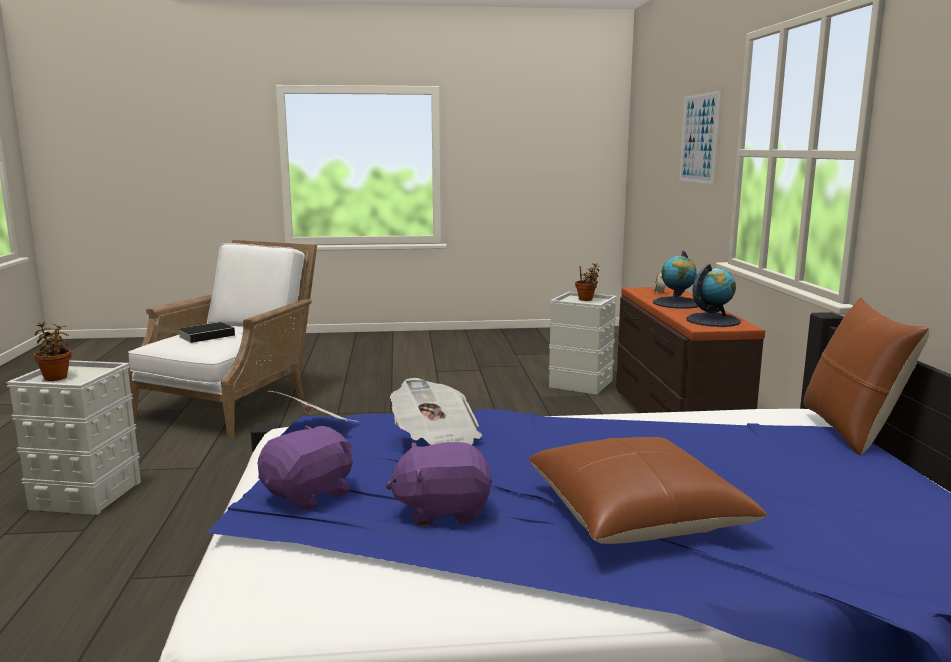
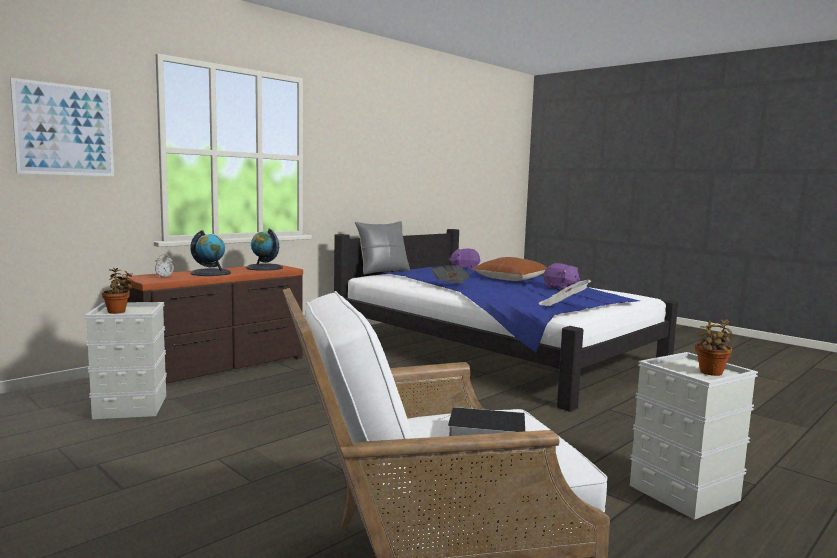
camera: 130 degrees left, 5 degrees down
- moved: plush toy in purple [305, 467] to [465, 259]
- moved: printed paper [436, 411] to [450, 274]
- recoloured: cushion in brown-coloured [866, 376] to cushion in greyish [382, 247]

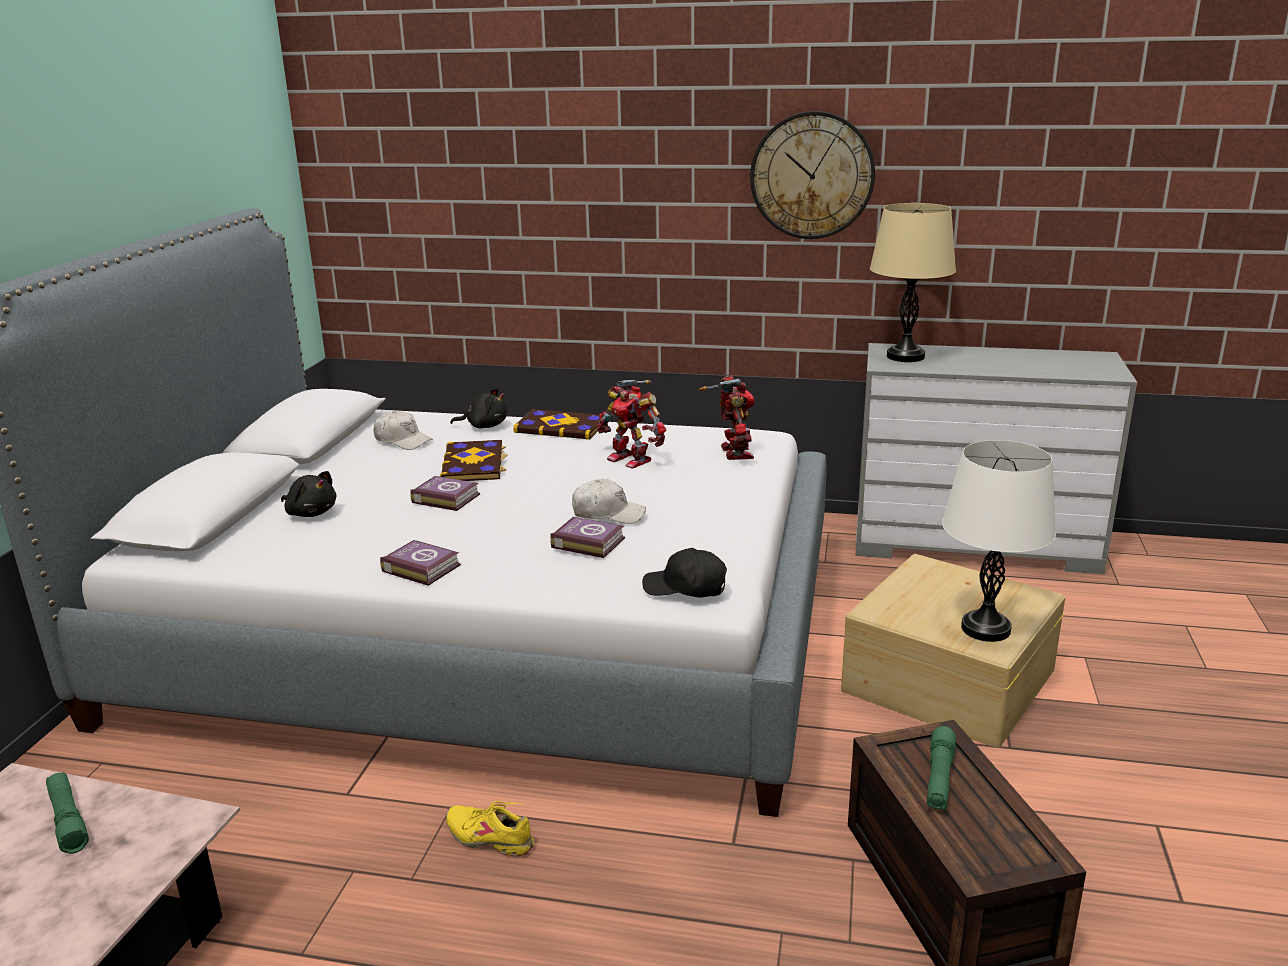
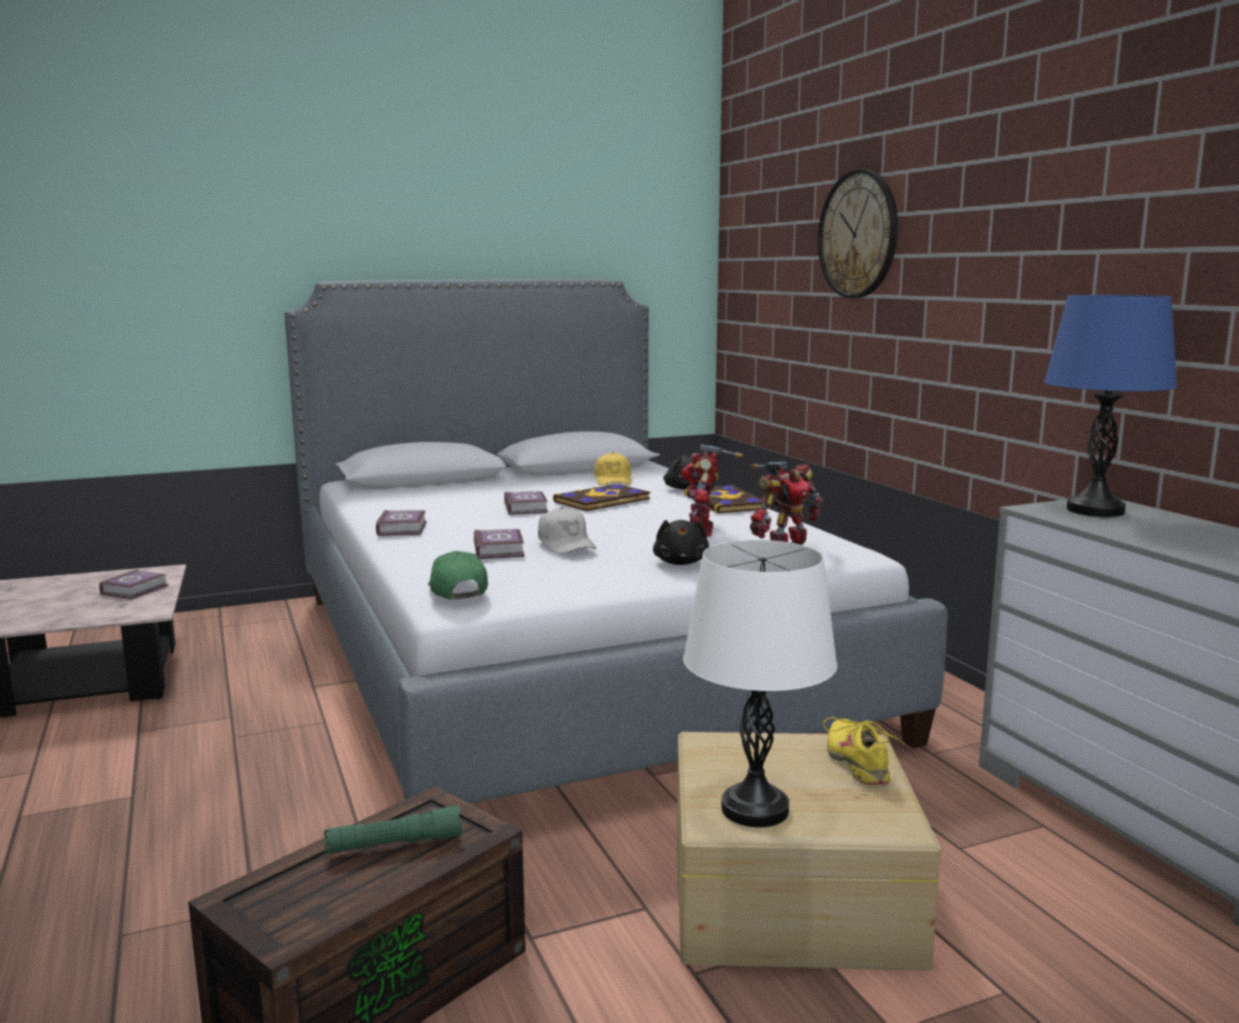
camera: 55 degrees right, 10 degrees down
- replaced: flashlight in green [67, 813] to volume [134, 584]
- moved: plush toy in blackish [308, 494] to [681, 542]
- recoloured: cap in white [403, 430] to cap in yellowish [612, 468]
- moved: low shoe in yellowish [490, 828] to [864, 751]
- recoloured: cap in blackish [684, 573] to cap in green [458, 575]
- moved: clock on the wall [812, 175] to [858, 233]
- recoloured: lamp for a table in beige [913, 282] to lamp for a table in blue-coloured [1110, 406]

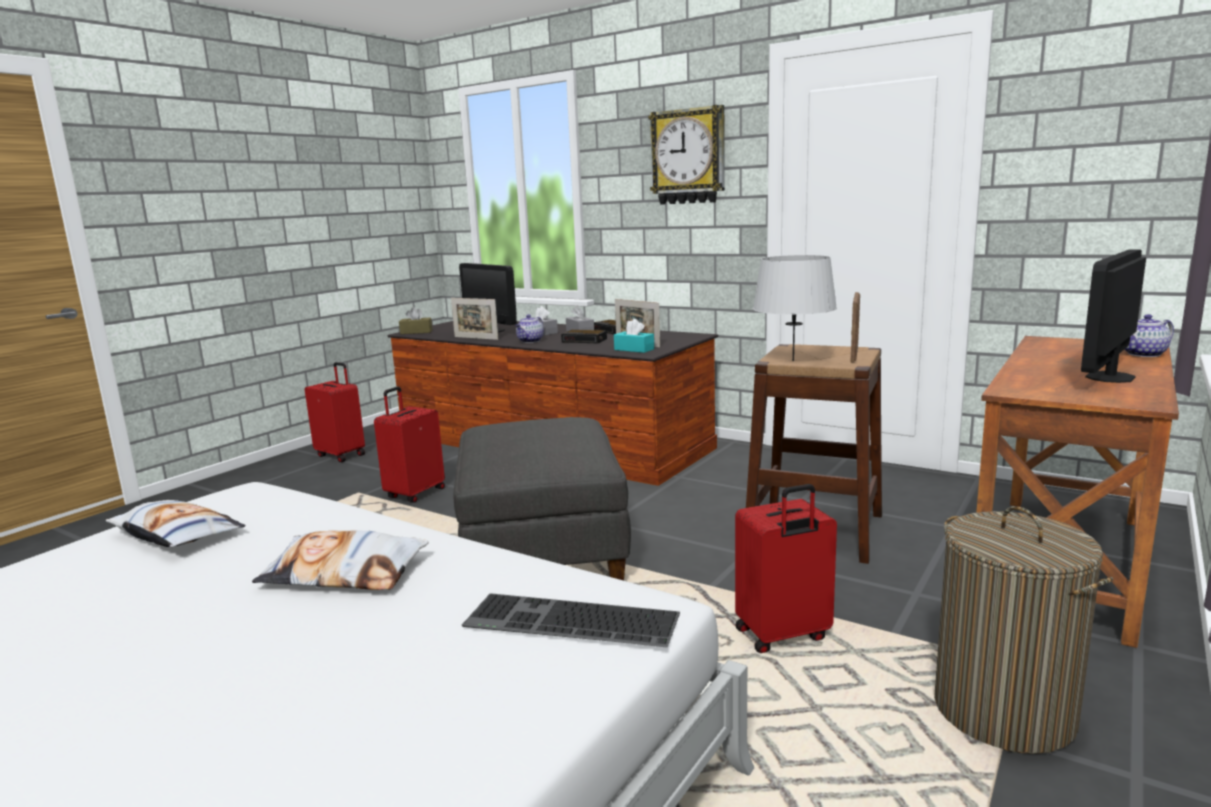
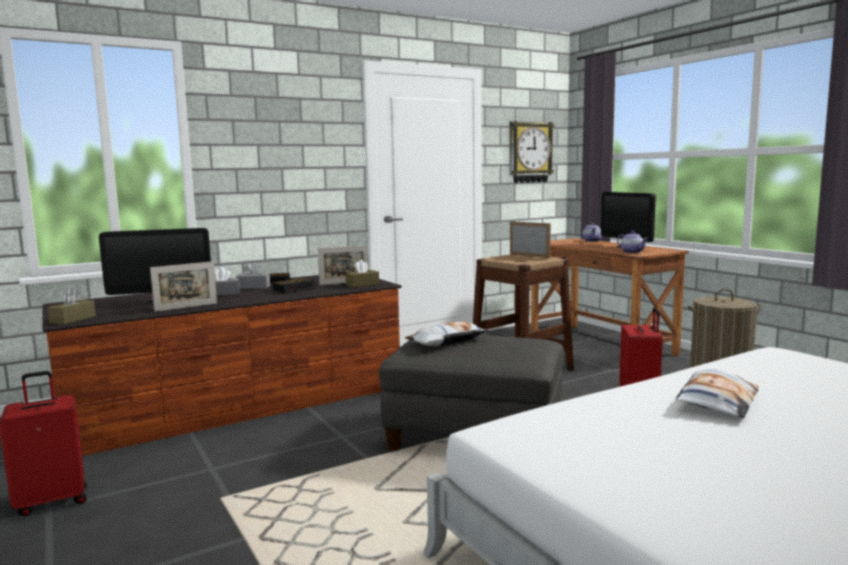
camera: 65 degrees left, 5 degrees down
- moved: cushion [176, 523] to [447, 334]
- removed: suitcase in red [409, 445]
- removed: PC keyboard [571, 620]
- moved: pot for tea [529, 328] to [632, 242]
- recoloured: tissue holder in turquoise-coloured [634, 336] to tissue holder in brown-coloured [362, 274]
- moved: clock on the wall [686, 154] to [531, 152]
- removed: lamp for a table in greyish [795, 308]

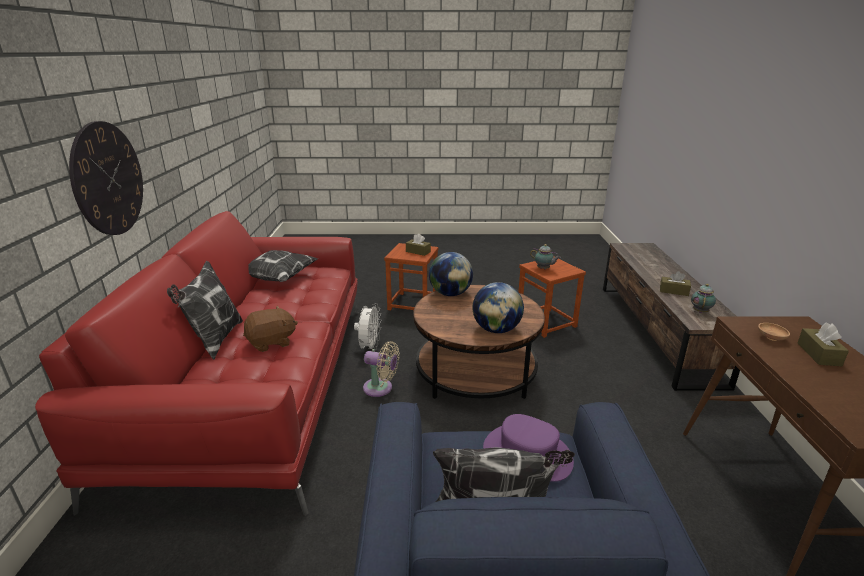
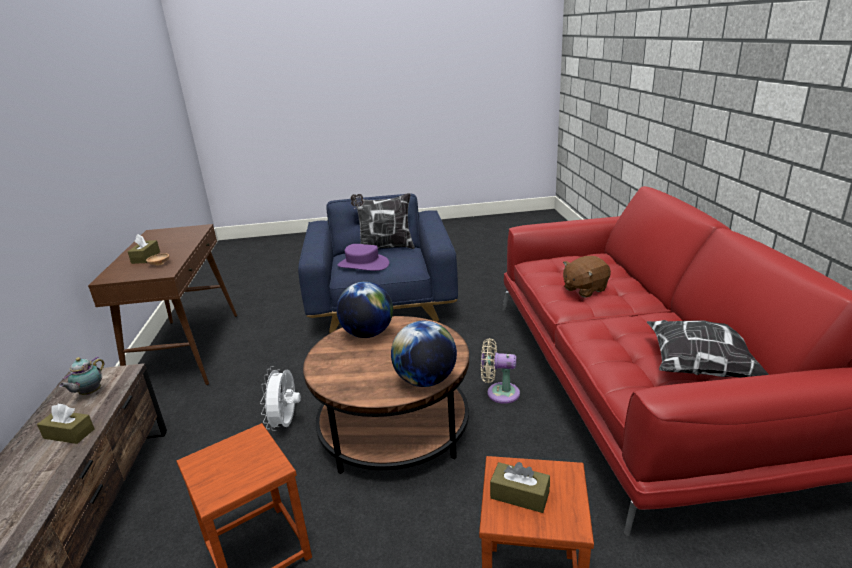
camera: 175 degrees right, 0 degrees up
- removed: clock on the wall [106, 178]
- removed: cushion [205, 310]
- moved: cooling fan in white [368, 327] to [280, 398]
- removed: pot for tea [545, 256]

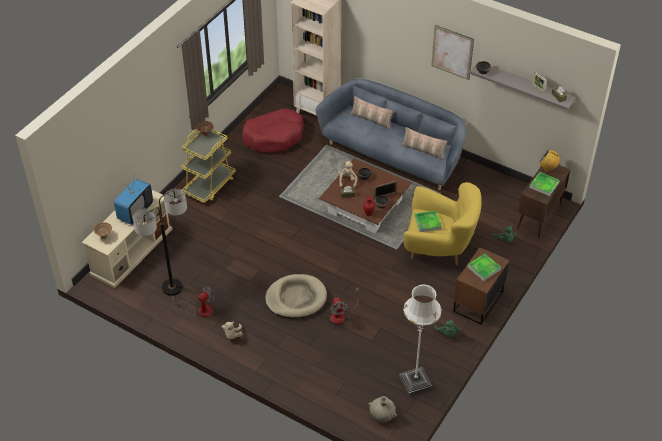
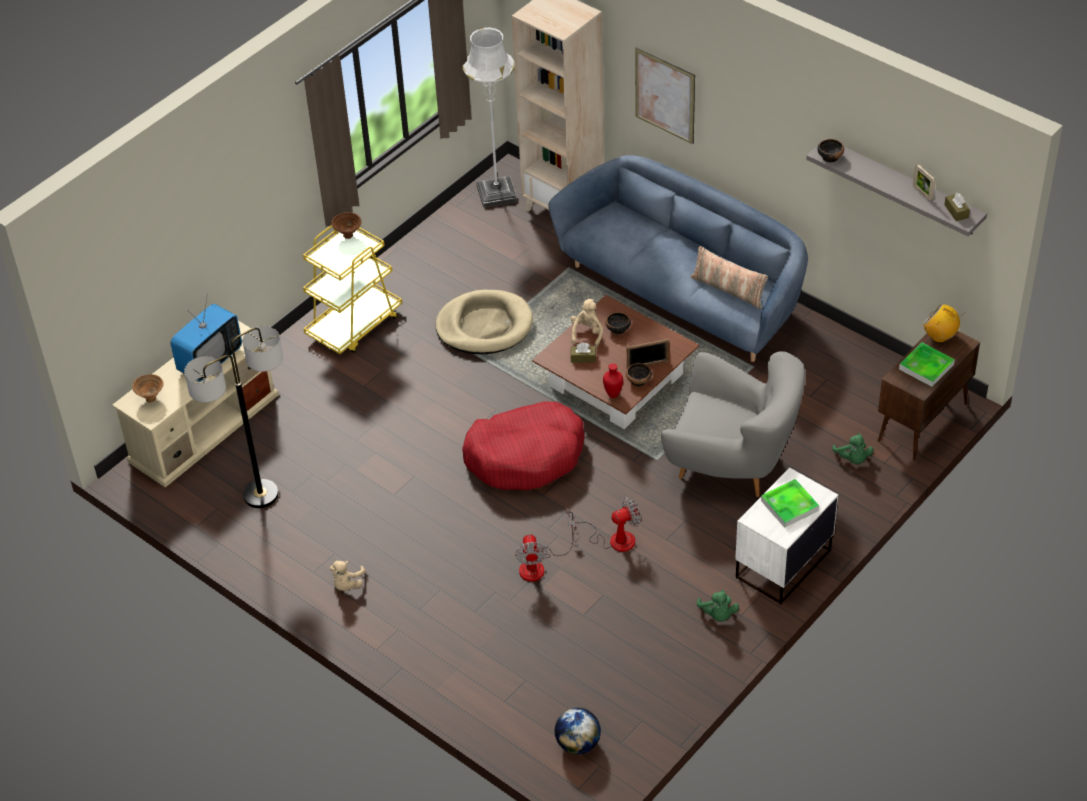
camera: 10 degrees right, 0 degrees up
- moved: cooling fan [193, 301] to [603, 524]
- moved: dog cushion in red [273, 130] to [523, 446]
- moved: dog cushion in beige [296, 296] to [484, 322]
- removed: cushion [371, 112]
- replaced: flower vase in beige [382, 409] to globe [578, 731]
- moved: standard lamp in white [420, 339] to [490, 117]
- recoloured: easy chair in yellowish [442, 224] to easy chair in greyish [733, 424]
- removed: tray [428, 221]
- moved: wall picture [452, 52] to [665, 96]
- recoloured: night table in brown-coloured [481, 286] to night table in white [786, 535]

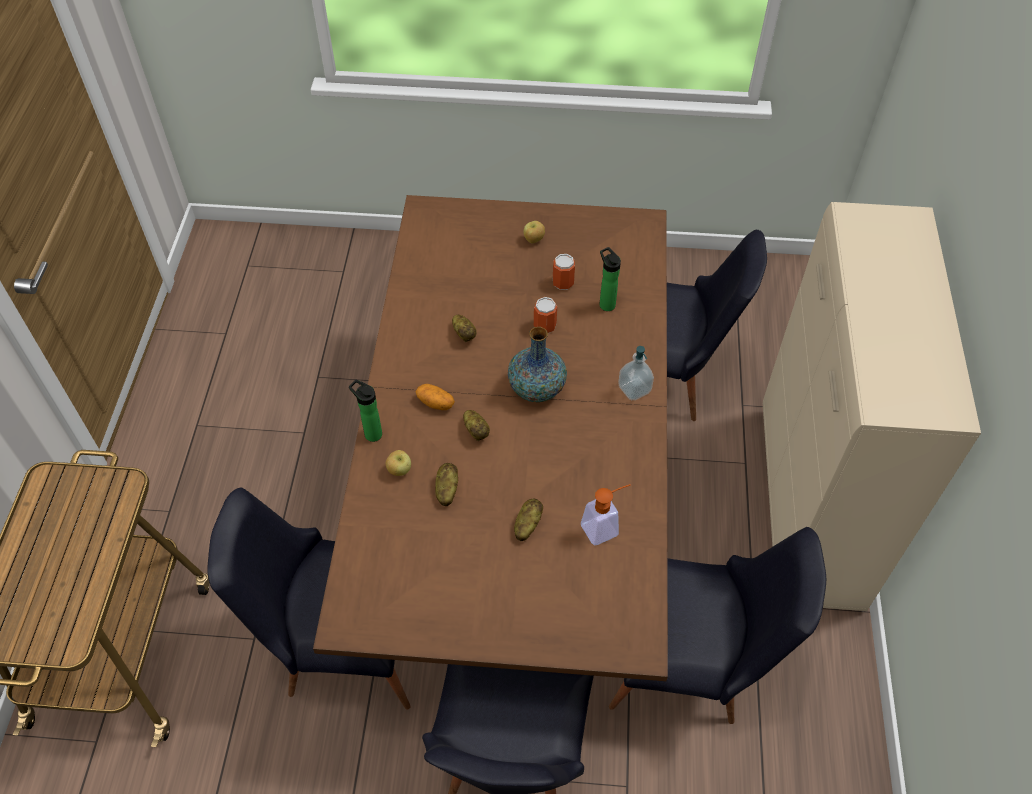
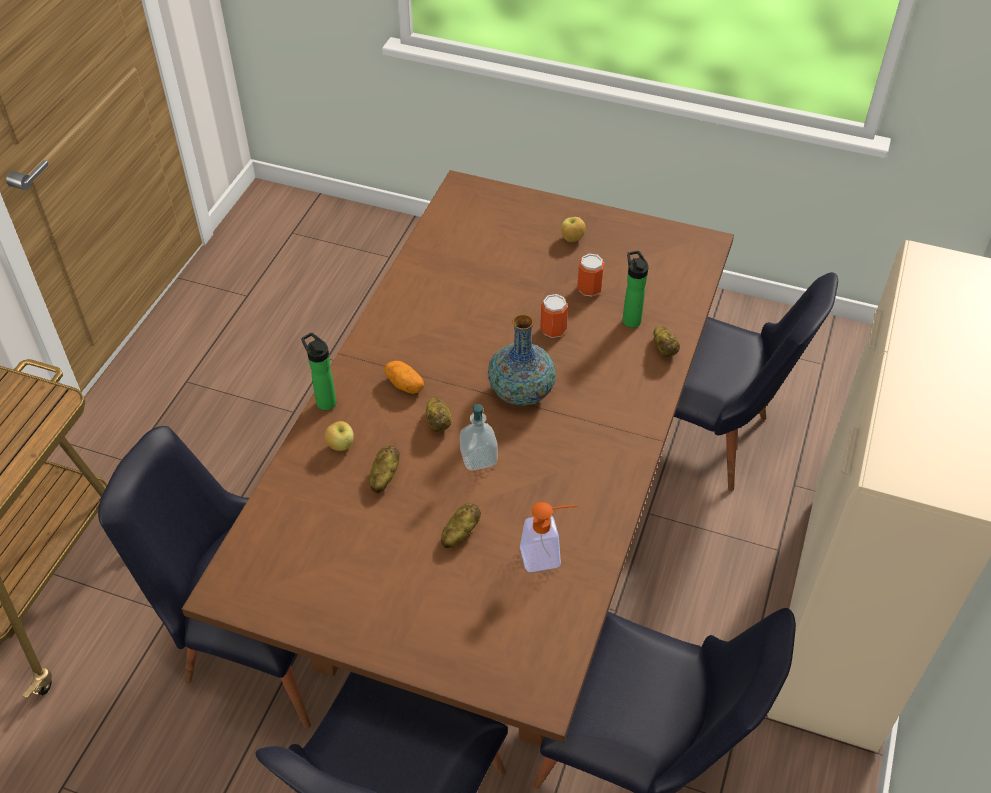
camera: 15 degrees right, 5 degrees down
- moved: potato [464, 328] to [666, 341]
- moved: soap bottle [636, 373] to [478, 437]

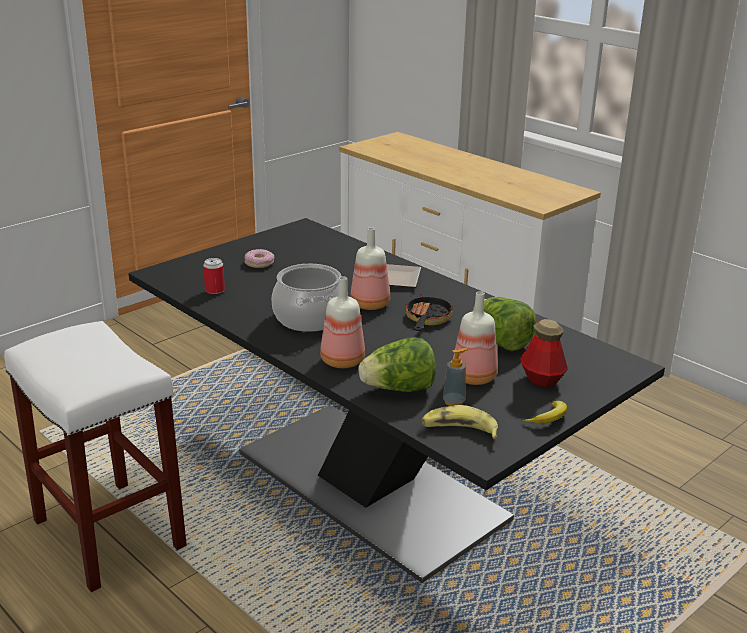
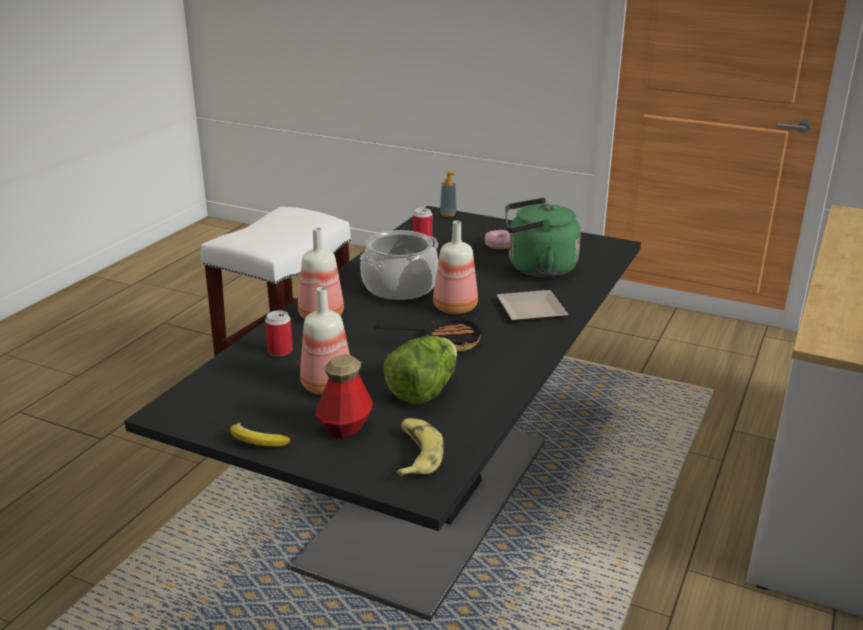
camera: 70 degrees right, 0 degrees up
- replaced: lettuce head [397, 364] to can [279, 333]
- moved: whole banana [460, 422] to [420, 447]
- moved: soap bottle [455, 377] to [448, 194]
- added: kettle in green [543, 238]

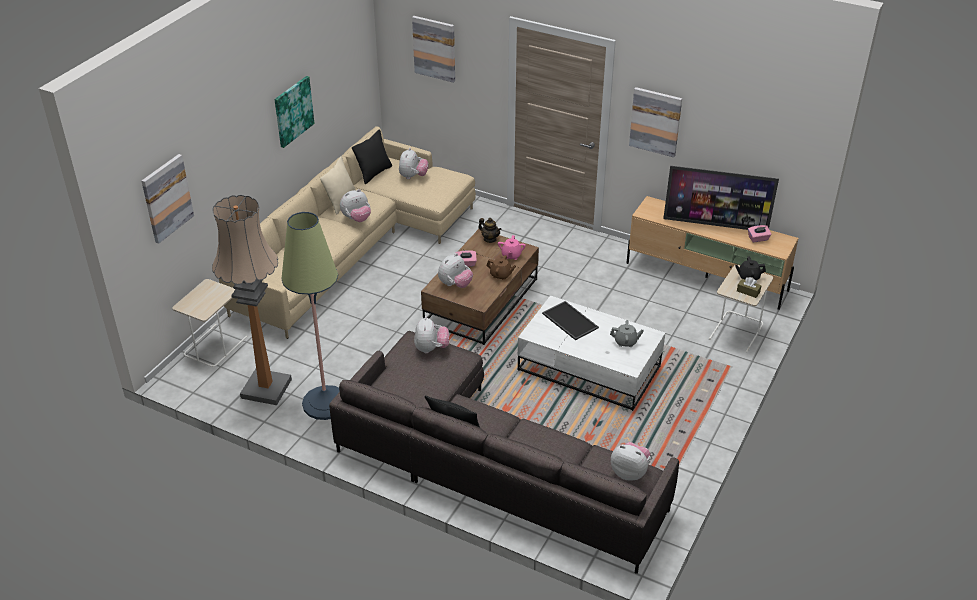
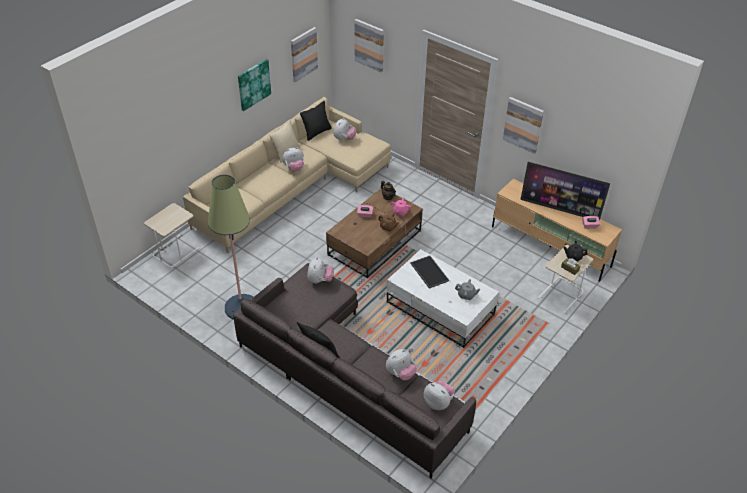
camera: 10 degrees right, 5 degrees up
- moved: wall picture [168, 199] to [304, 54]
- removed: standard lamp [252, 300]
- moved: plush toy [455, 270] to [401, 365]

